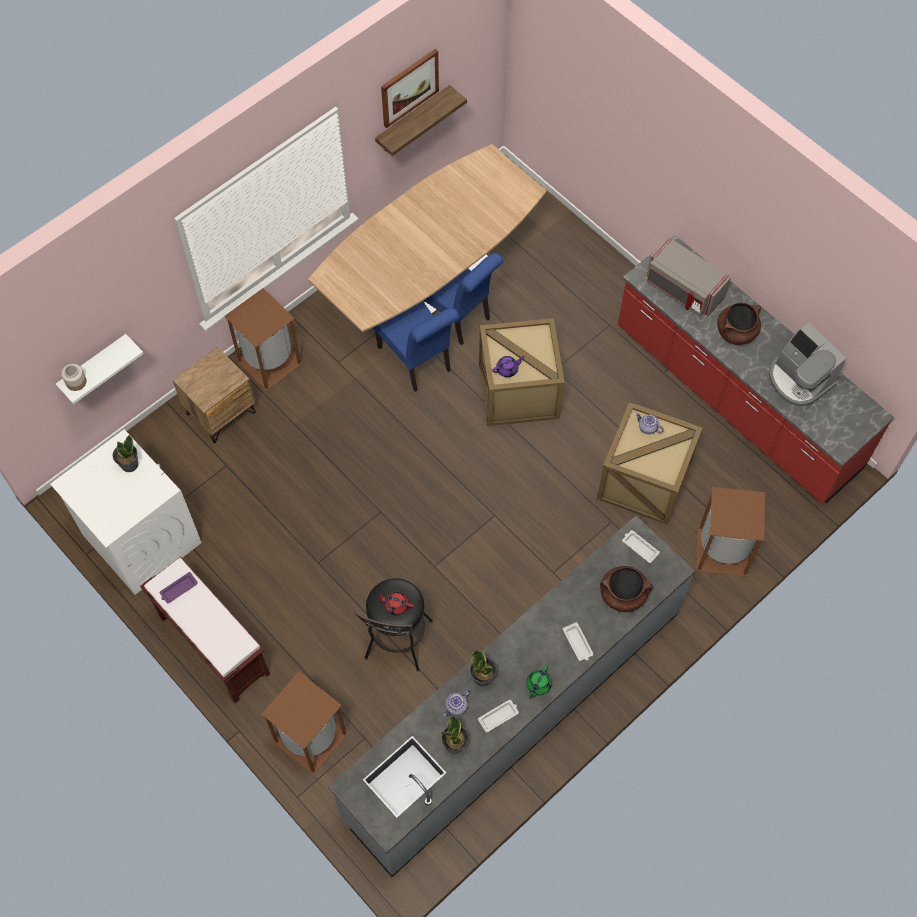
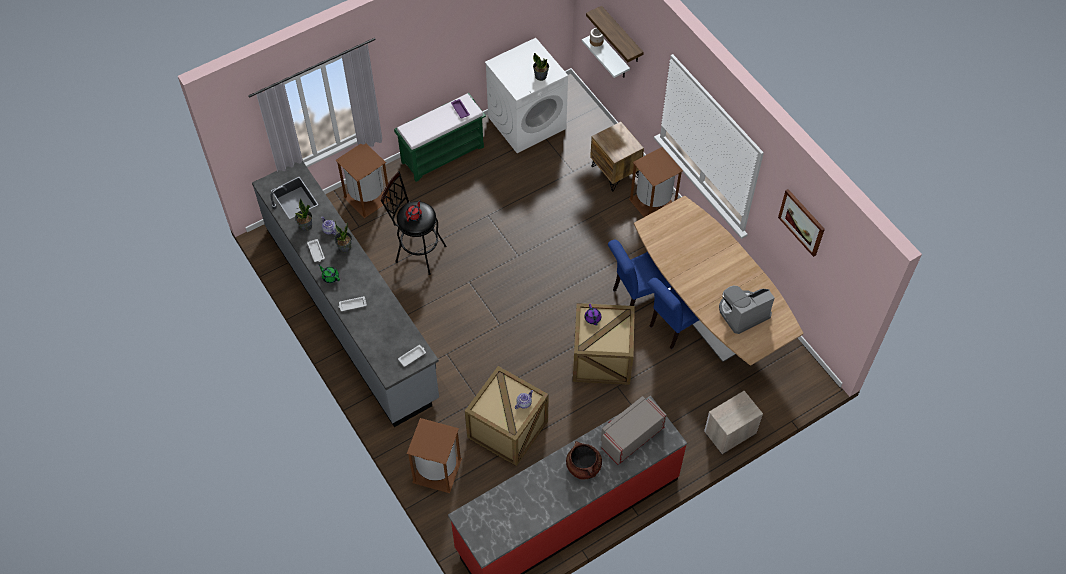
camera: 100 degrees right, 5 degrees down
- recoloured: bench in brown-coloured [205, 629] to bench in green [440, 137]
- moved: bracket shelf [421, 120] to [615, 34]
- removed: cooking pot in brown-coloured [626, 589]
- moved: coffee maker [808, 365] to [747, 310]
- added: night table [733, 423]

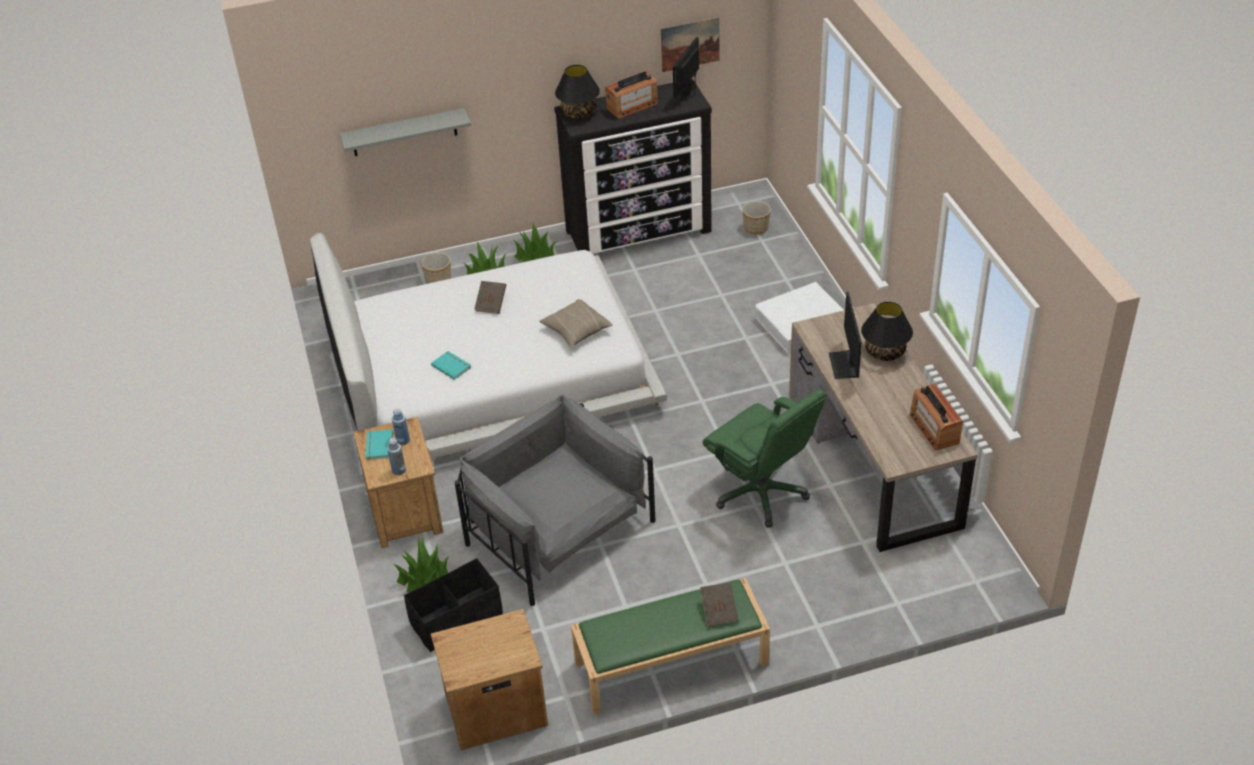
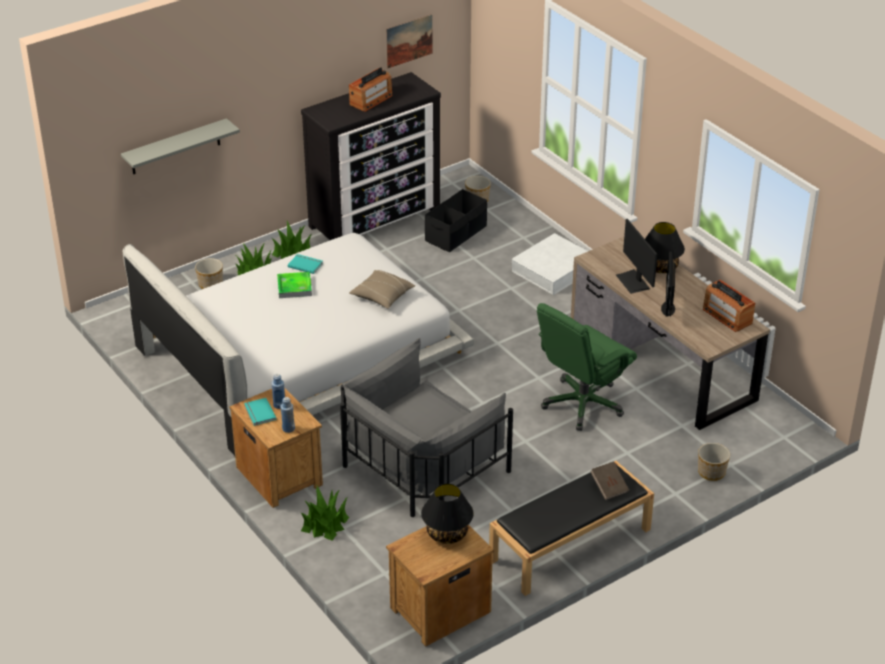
camera: 20 degrees left, 5 degrees down
- moved: storage box in blackish [453, 605] to [456, 220]
- moved: volume in turquoise-coloured [451, 365] to [305, 264]
- turned: easy chair in greyish [555, 500] = [426, 427] 75 degrees counterclockwise
- replaced: volume in brown-coloured [490, 297] to tray [294, 285]
- moved: lamp for a table in blackish [577, 92] to [447, 513]
- recoloured: bench in green [670, 646] to bench in blackish [571, 528]
- moved: computer screen [686, 69] to [668, 284]
- turned: computer chair in green [764, 458] = [587, 367] 105 degrees clockwise
- added: flower pot [714, 462]

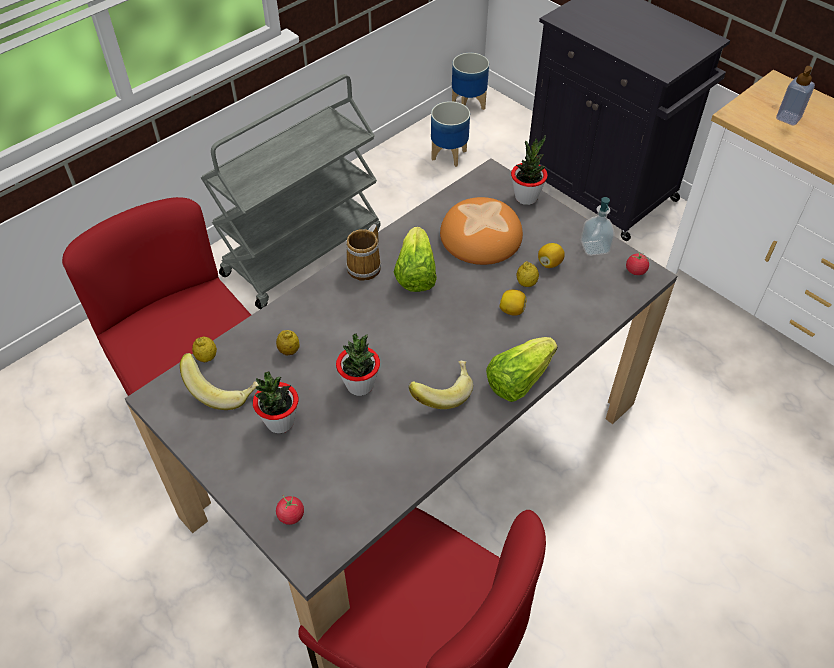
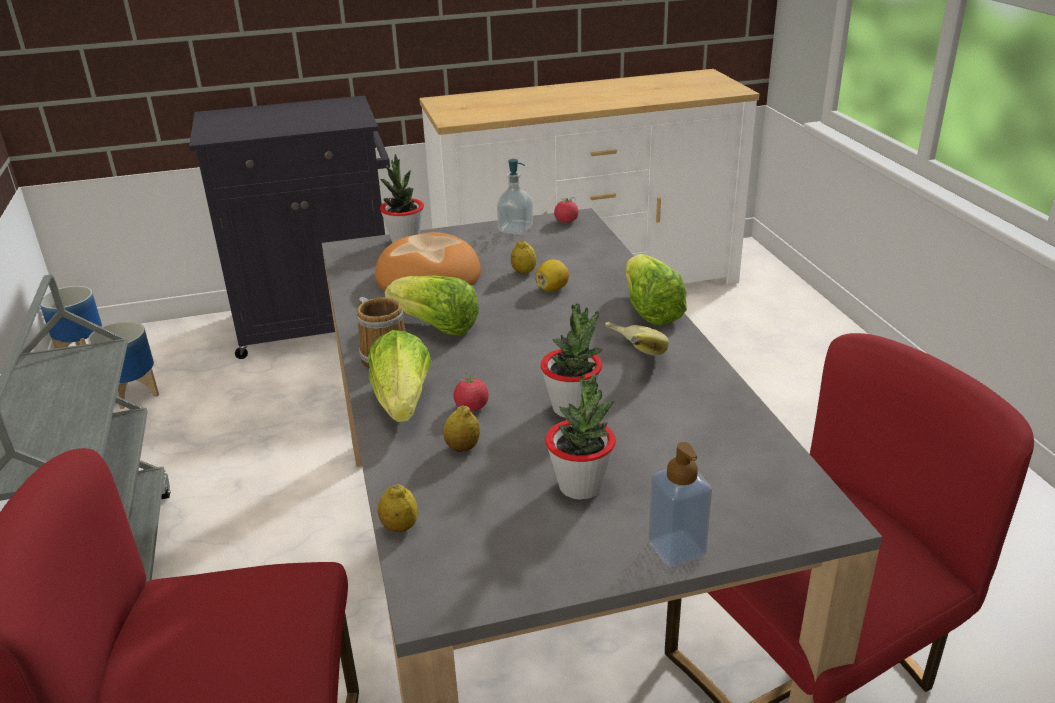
camera: 60 degrees left, 20 degrees down
- removed: whole banana [219, 381]
- moved: tomato [290, 510] to [471, 391]
- removed: citrus fruit [551, 255]
- moved: soap bottle [795, 96] to [680, 504]
- added: lettuce head [400, 376]

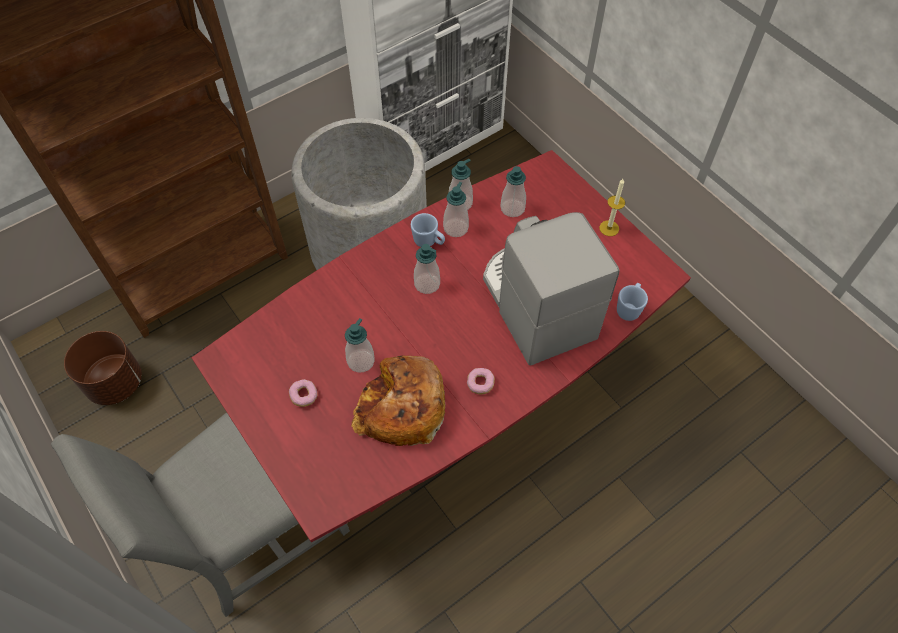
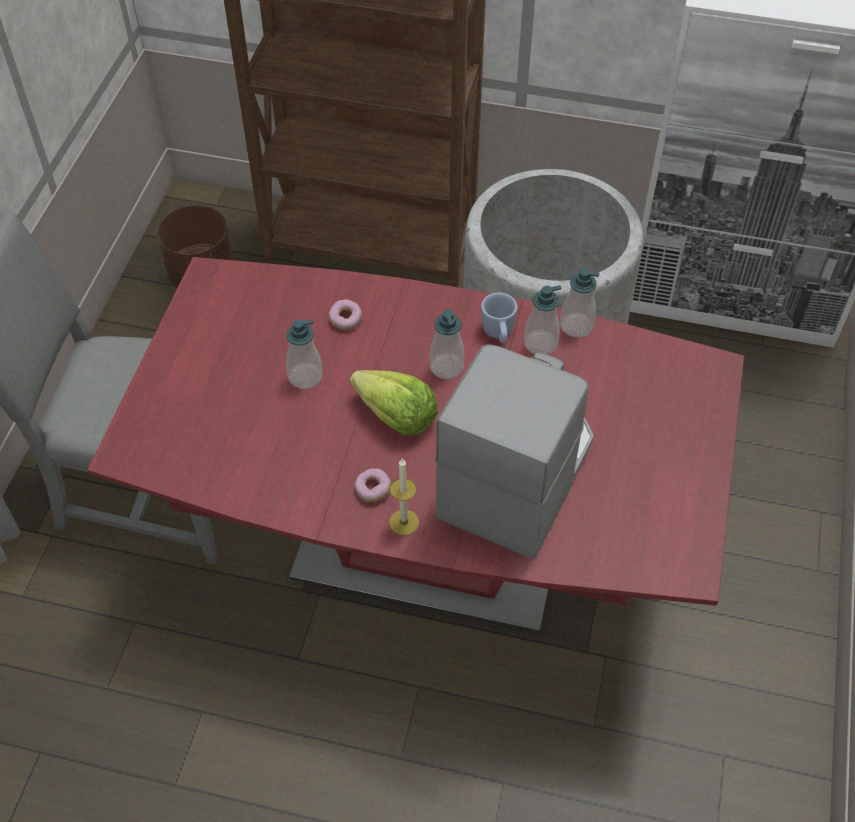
camera: 50 degrees right, 5 degrees down
- moved: donut [303, 393] to [345, 314]
- removed: baked bread [398, 400]
- removed: soap bottle [513, 191]
- moved: wax light [612, 207] to [404, 497]
- removed: tea mug in blue-coloured [632, 302]
- added: lettuce head [394, 402]

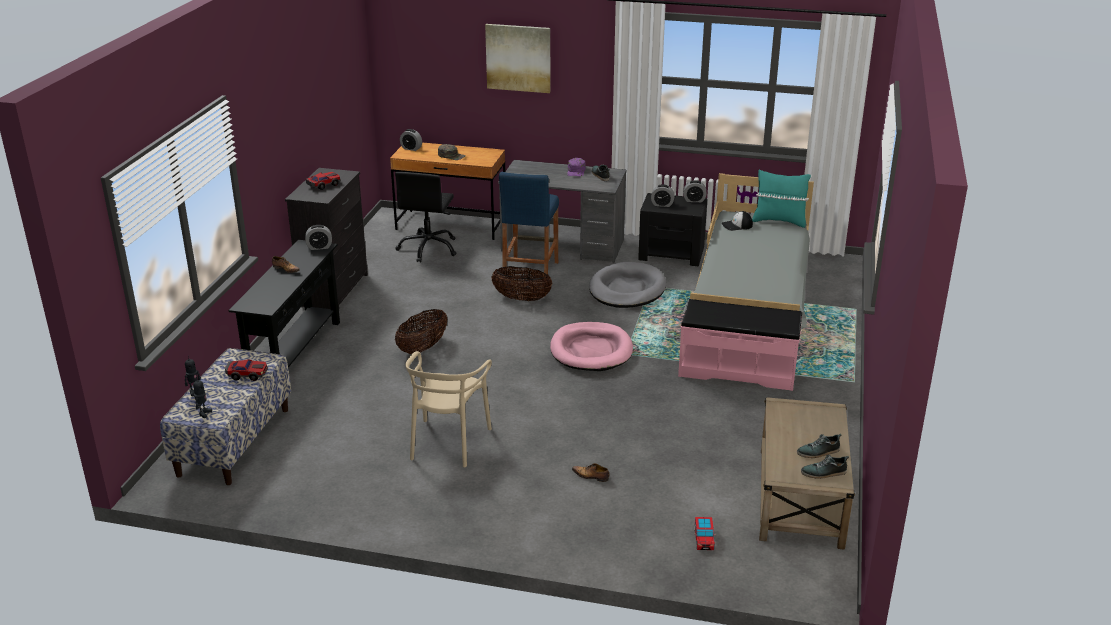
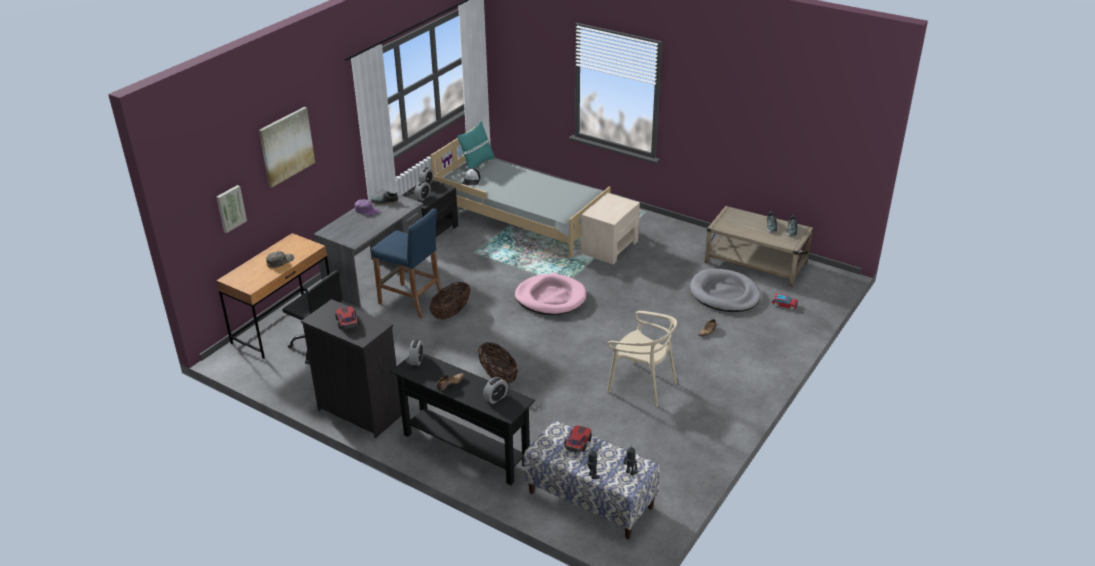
camera: 70 degrees left, 5 degrees up
- moved: alarm clock [411, 140] to [495, 390]
- moved: dog cushion in greyish [627, 285] to [725, 290]
- replaced: bench in pink-coloured [740, 345] to night table in beige [610, 228]
- added: wall picture [232, 209]

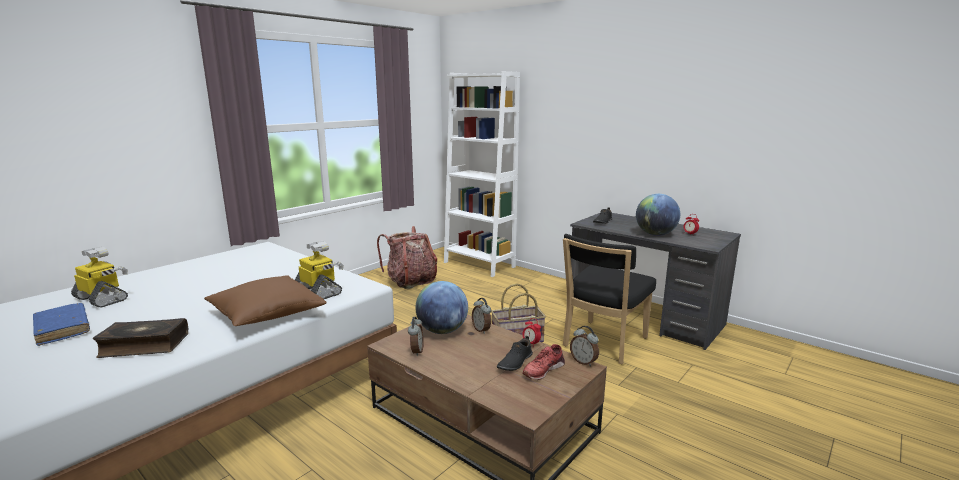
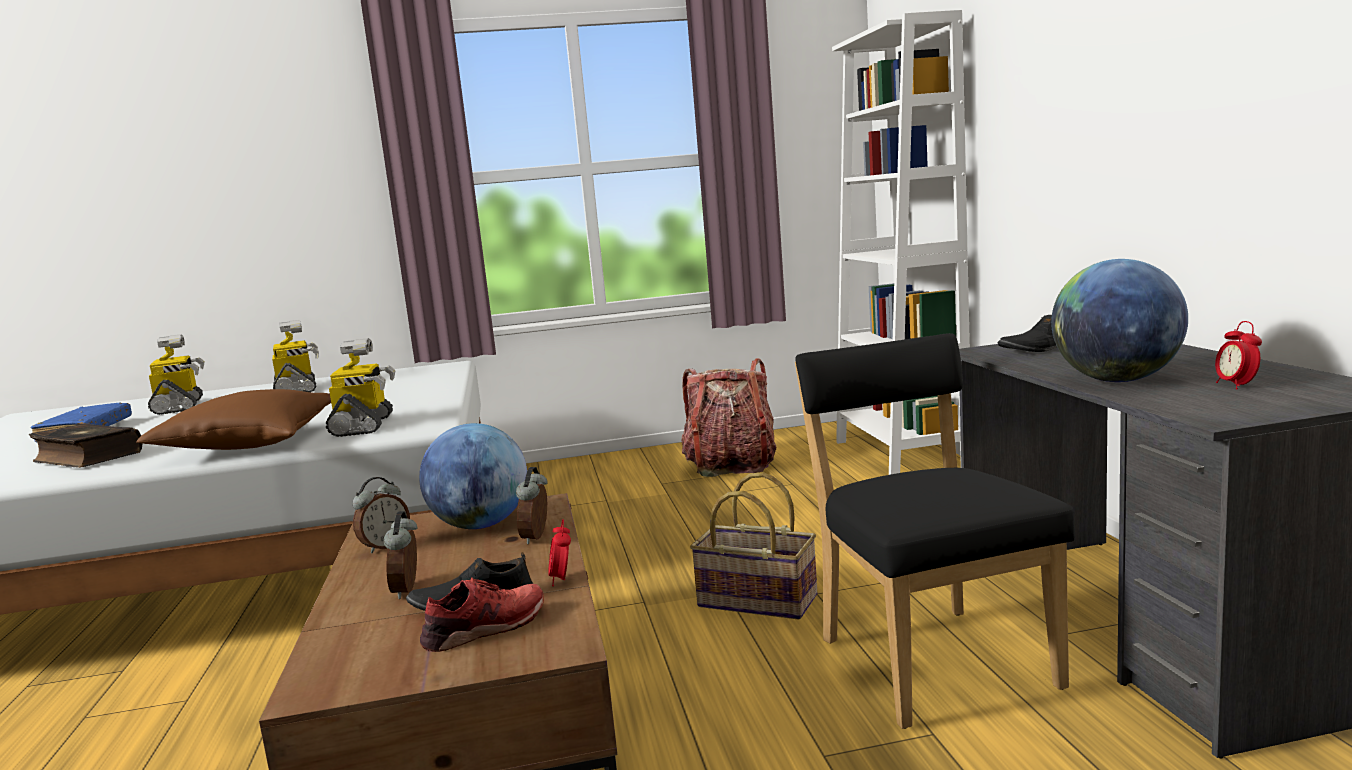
camera: 40 degrees right, 5 degrees down
- turned: low shoe in red [543, 362] = [482, 615] 150 degrees clockwise
- turned: plain chair in blackish [609, 299] = [935, 531] 90 degrees clockwise
- moved: alarm clock [584, 346] to [400, 555]
- added: model robot [295, 356]

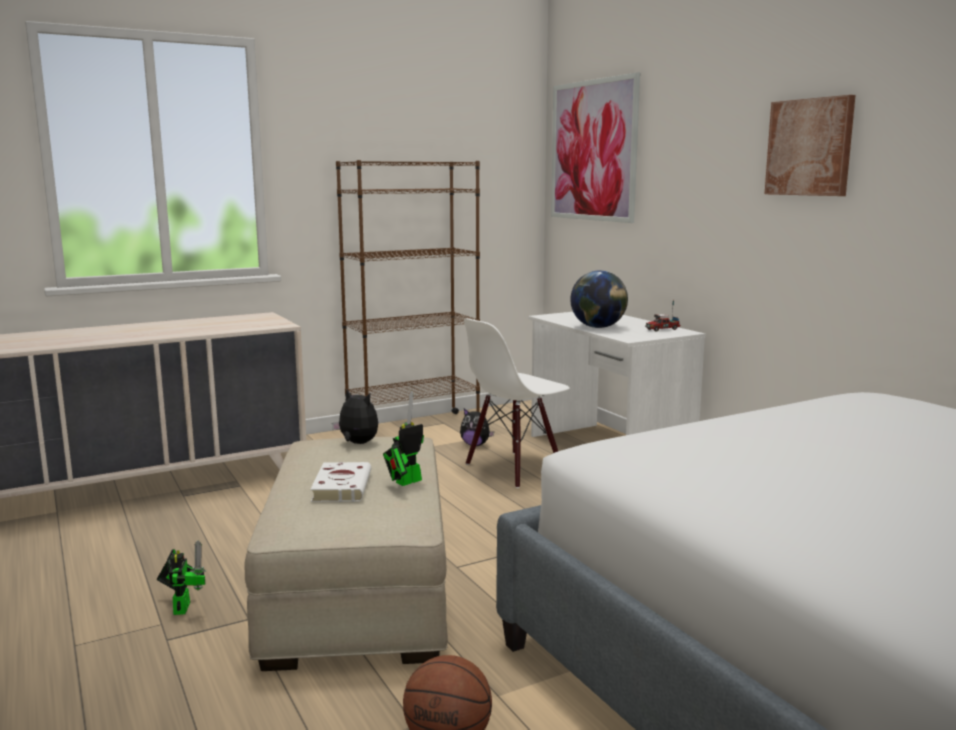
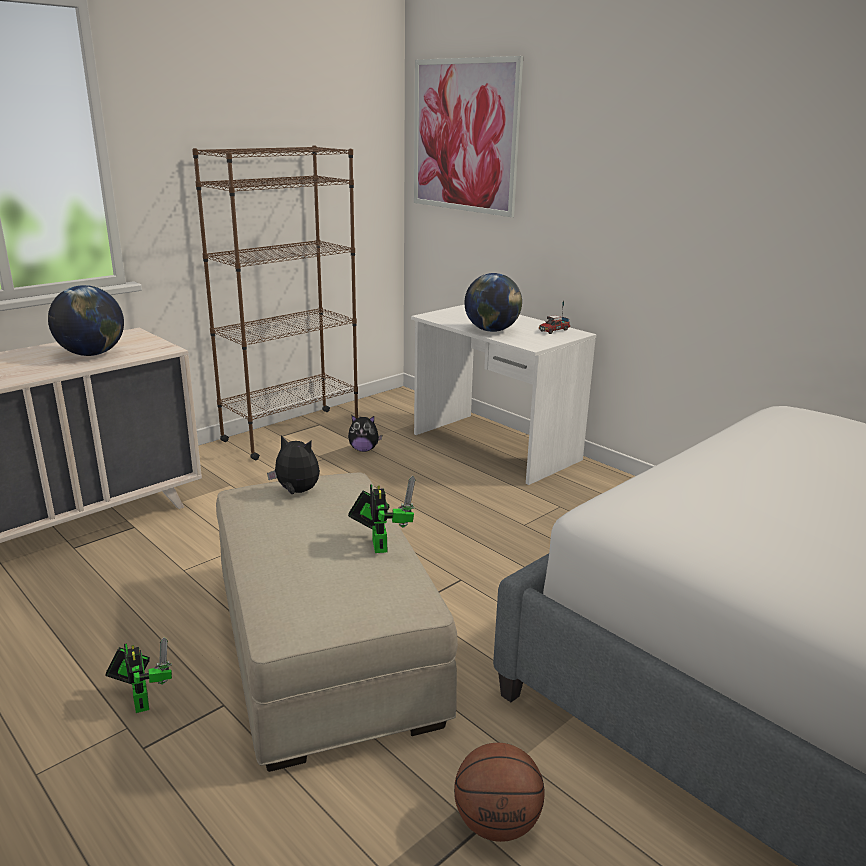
camera: 15 degrees left, 10 degrees up
- removed: volume in white [340, 482]
- turned: model robot [403, 438] = [382, 514] 135 degrees clockwise
- removed: plain chair in white [517, 403]
- removed: wall picture [810, 145]
- added: globe [86, 320]

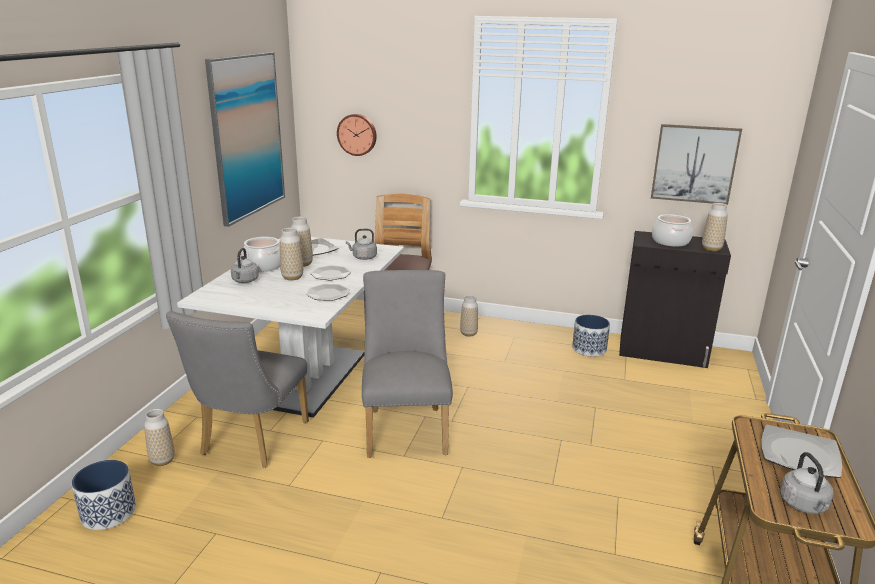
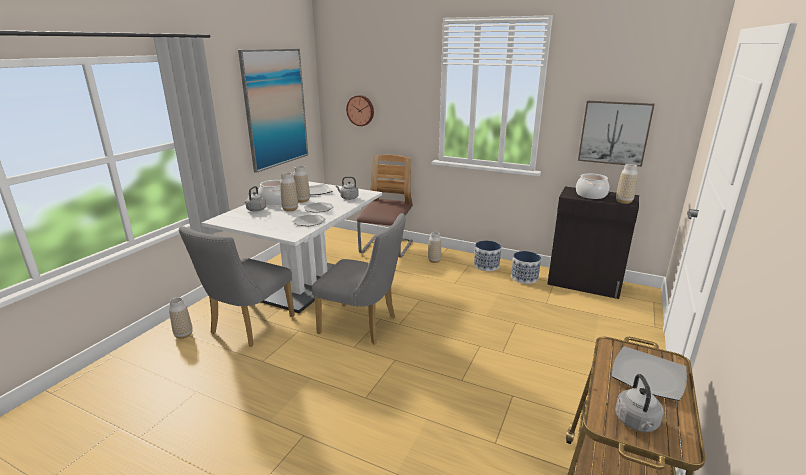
camera: 10 degrees right, 0 degrees up
- moved: flower pot [104, 495] to [487, 256]
- turned: plain chair in greyish [407, 364] = [359, 279] 105 degrees clockwise

